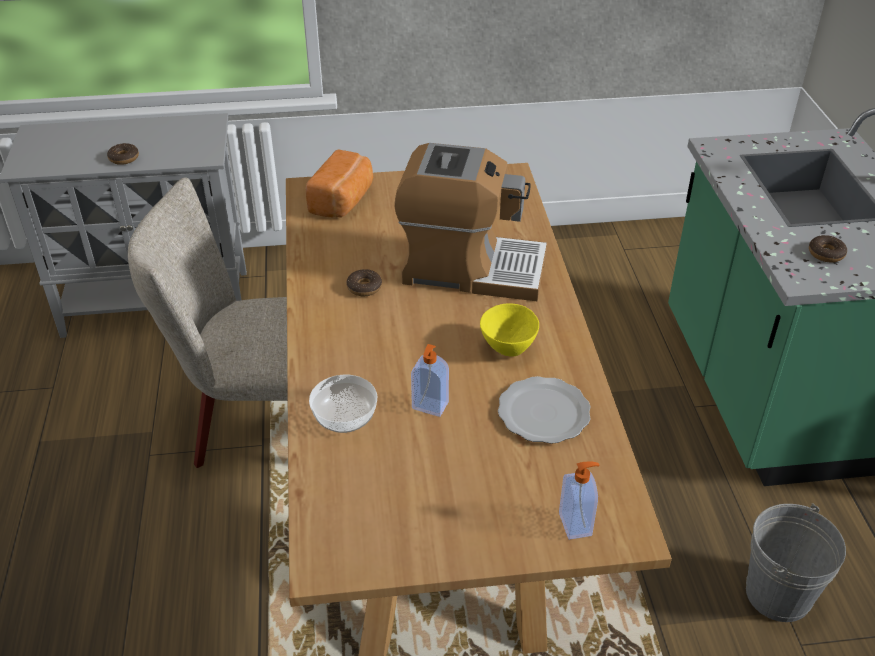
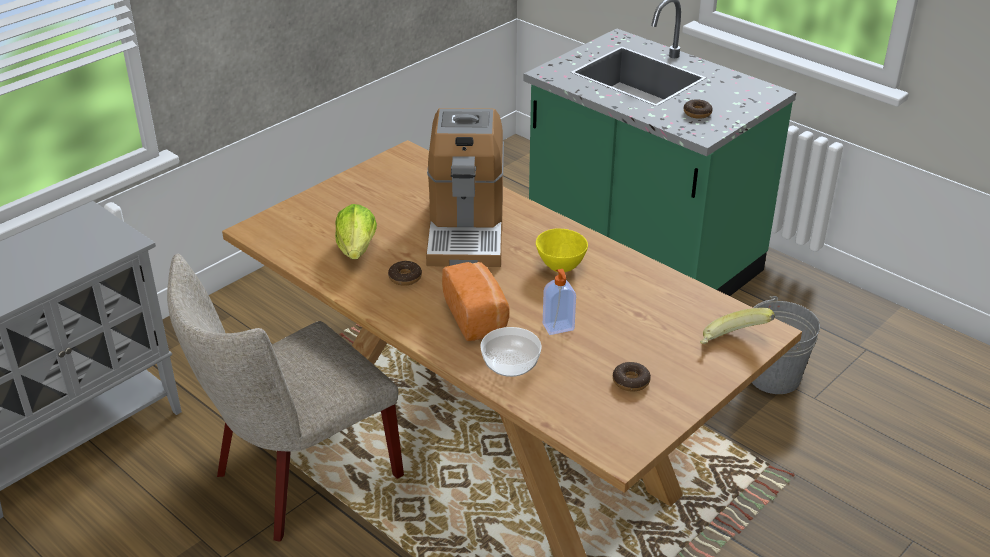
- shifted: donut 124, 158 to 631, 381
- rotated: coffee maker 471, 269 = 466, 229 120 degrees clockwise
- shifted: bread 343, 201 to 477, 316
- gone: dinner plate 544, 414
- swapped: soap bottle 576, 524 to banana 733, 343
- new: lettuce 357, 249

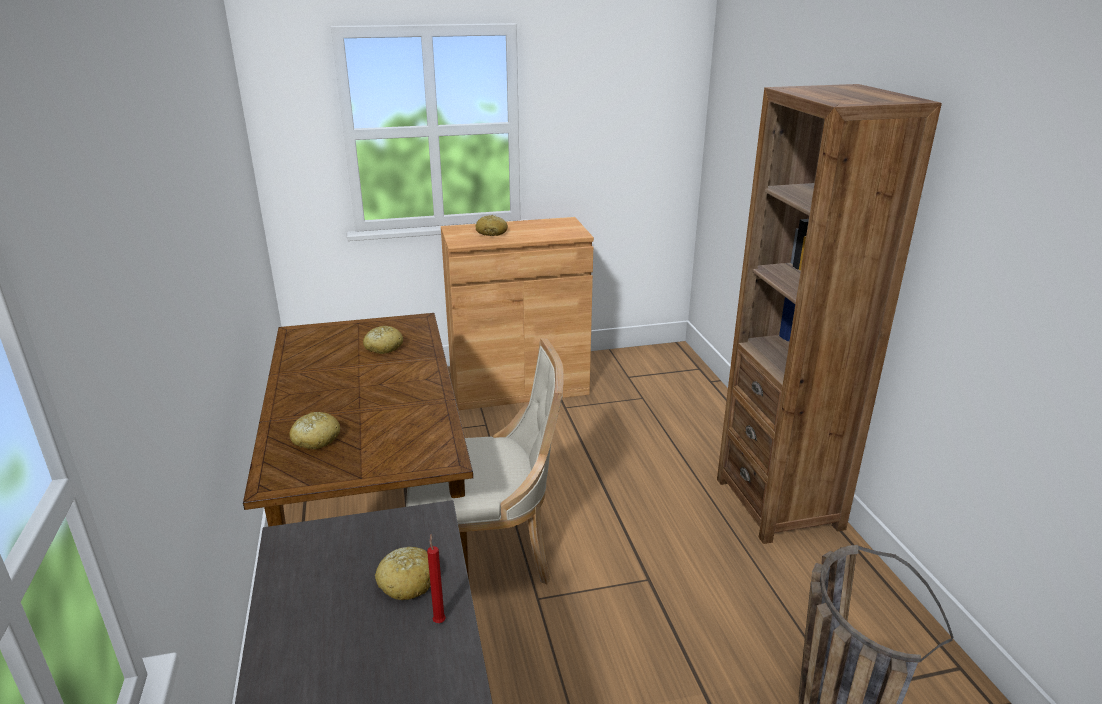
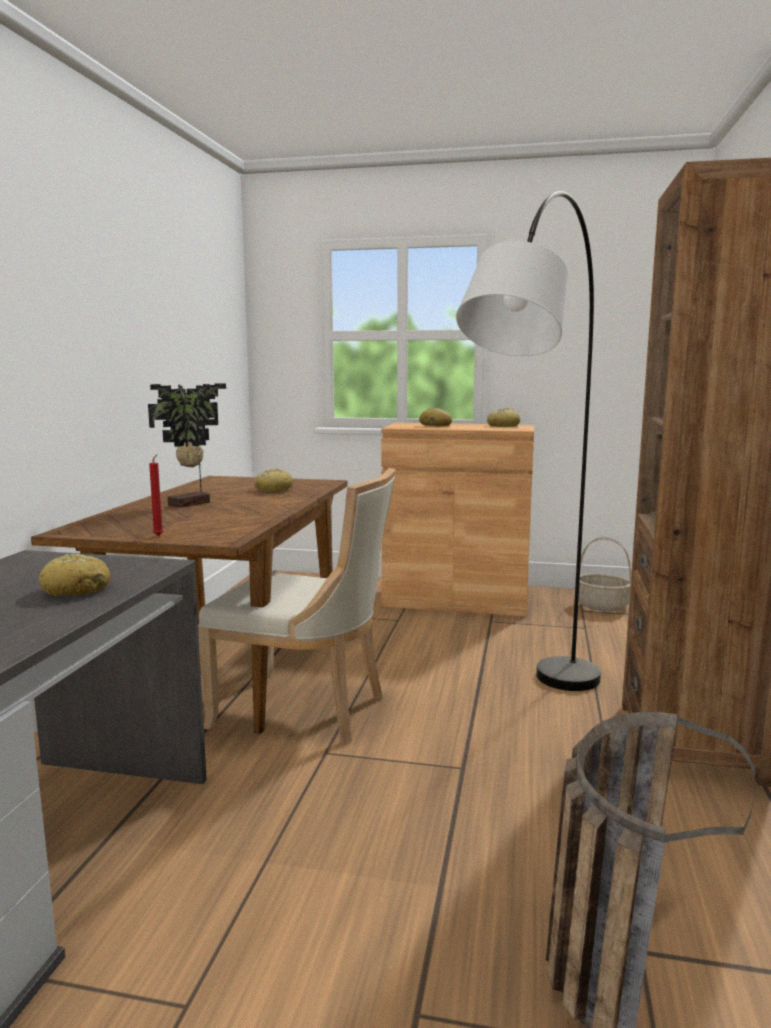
- shifted: bread 316, 439 to 503, 426
- shifted: reddish wax light 439, 620 to 159, 535
- new: greyish standing lamp 534, 729
- new: potted plant 191, 504
- new: storage basket 602, 606

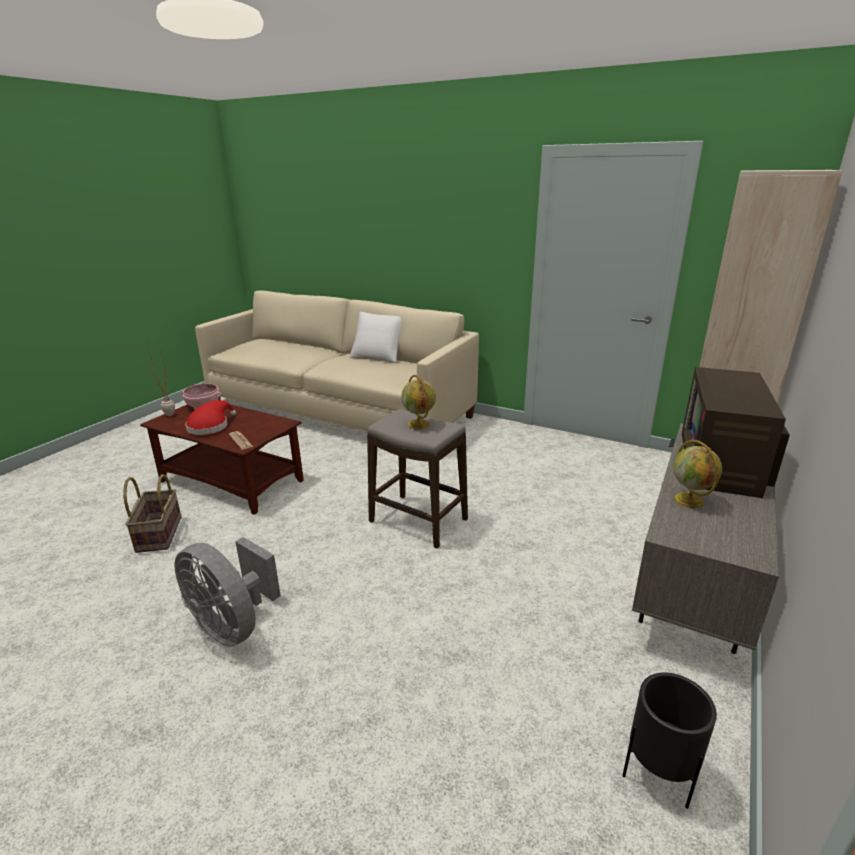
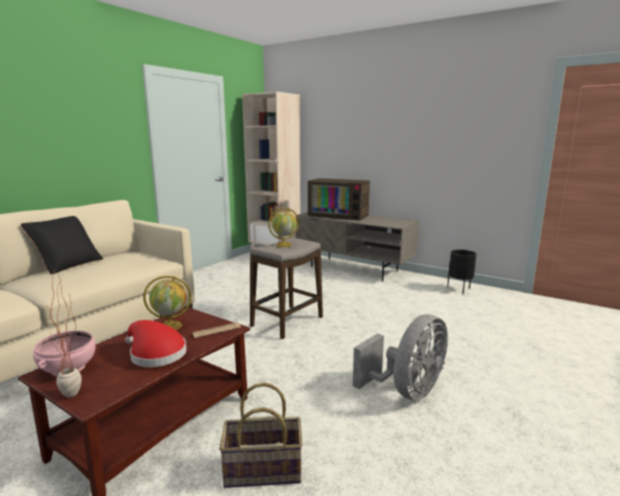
- repainted: whitish throw pillow 378, 356 to black throw pillow 67, 264
- shifted: globe 690, 501 to 171, 326

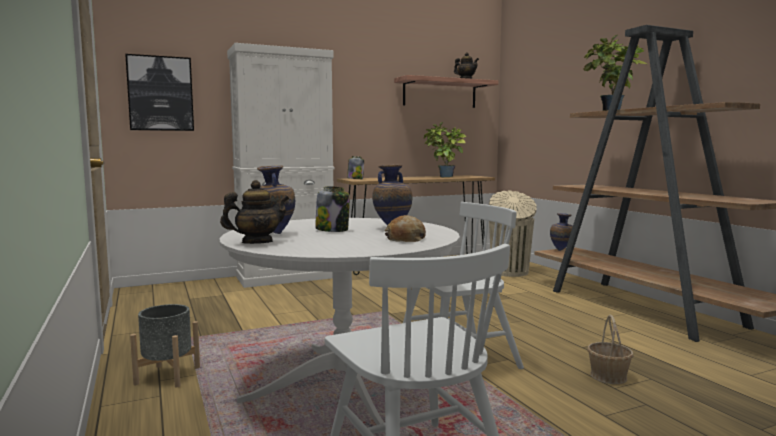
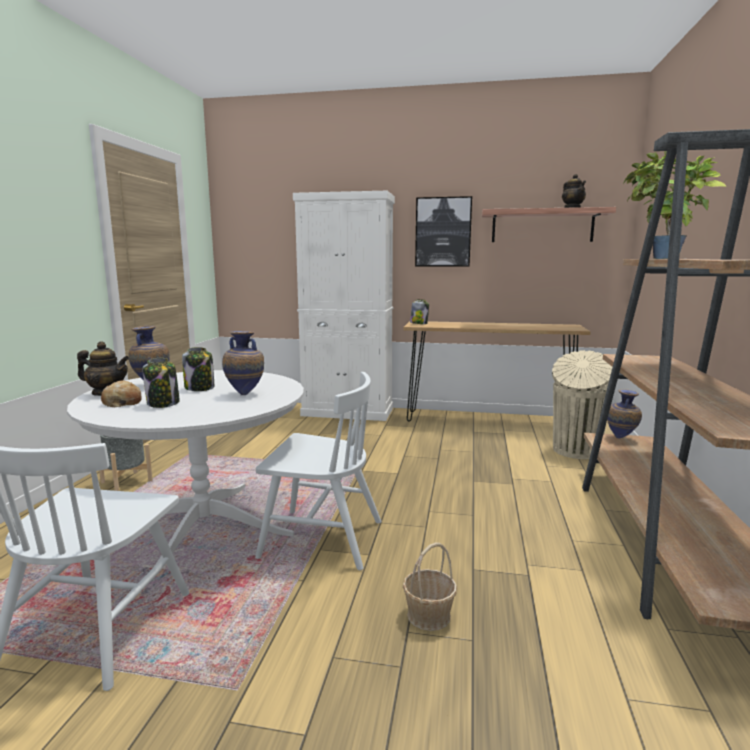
- shifted: wall art 160, 93 to 443, 232
- gone: potted plant 443, 177
- shifted: bread 405, 239 to 122, 402
- new: storage jar 163, 403

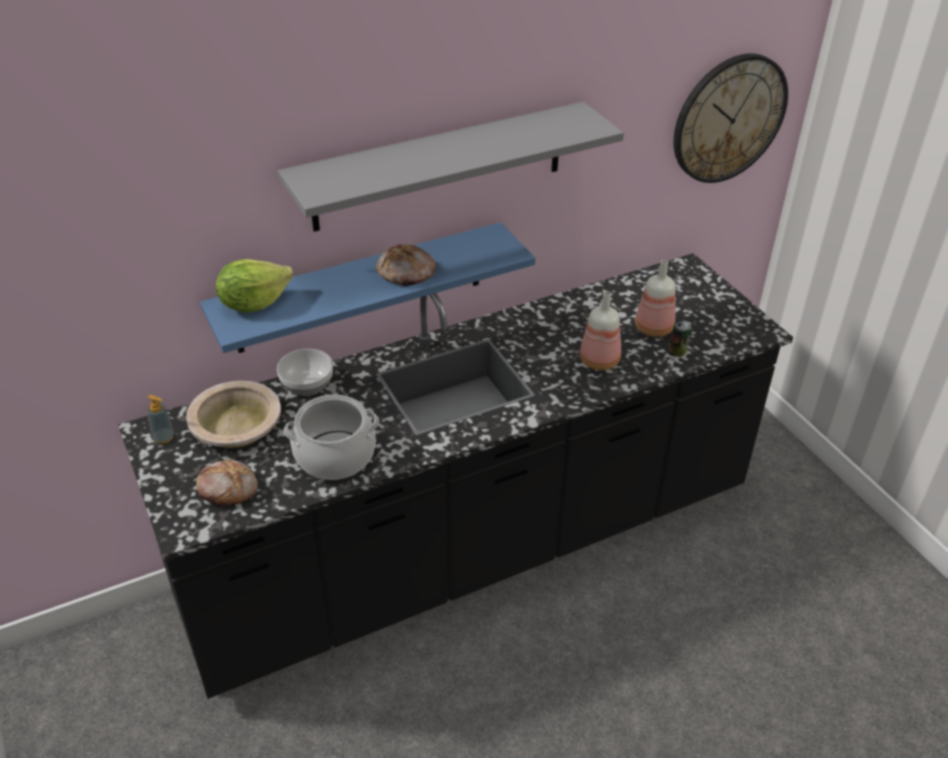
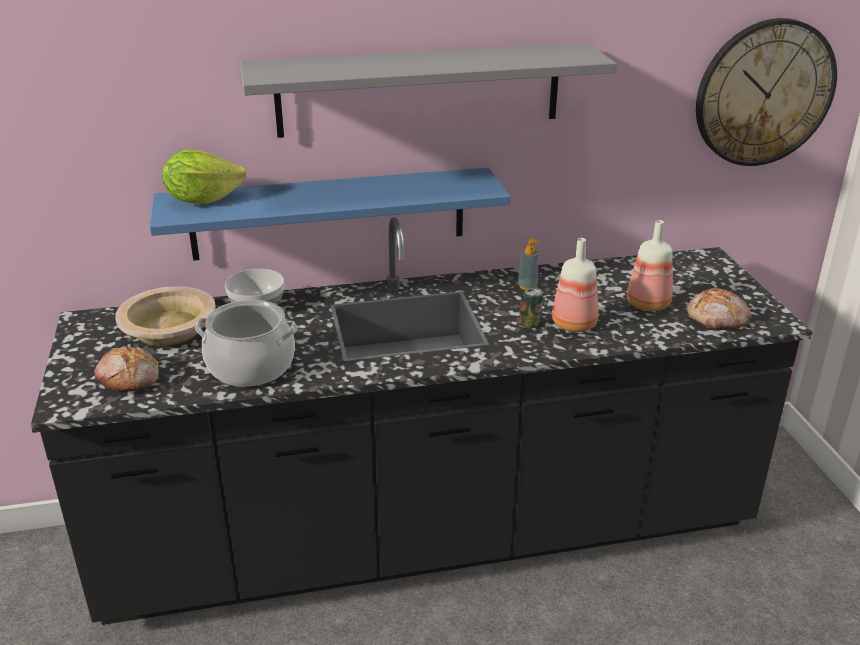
- shifted: bread 407, 273 to 718, 319
- shifted: sealed can 677, 352 to 529, 324
- shifted: soap bottle 164, 438 to 527, 286

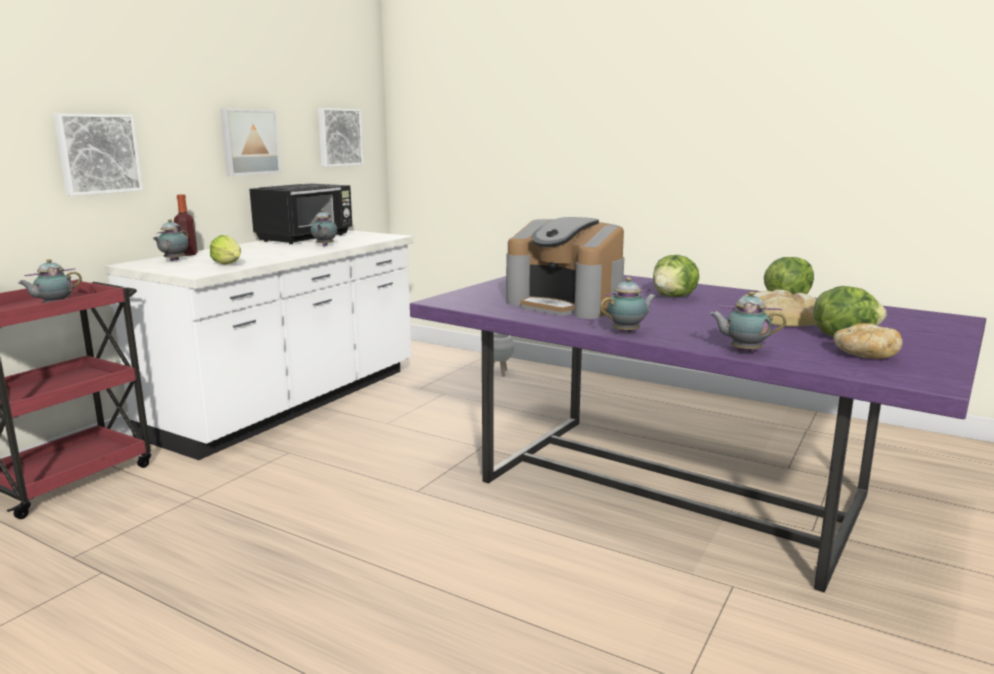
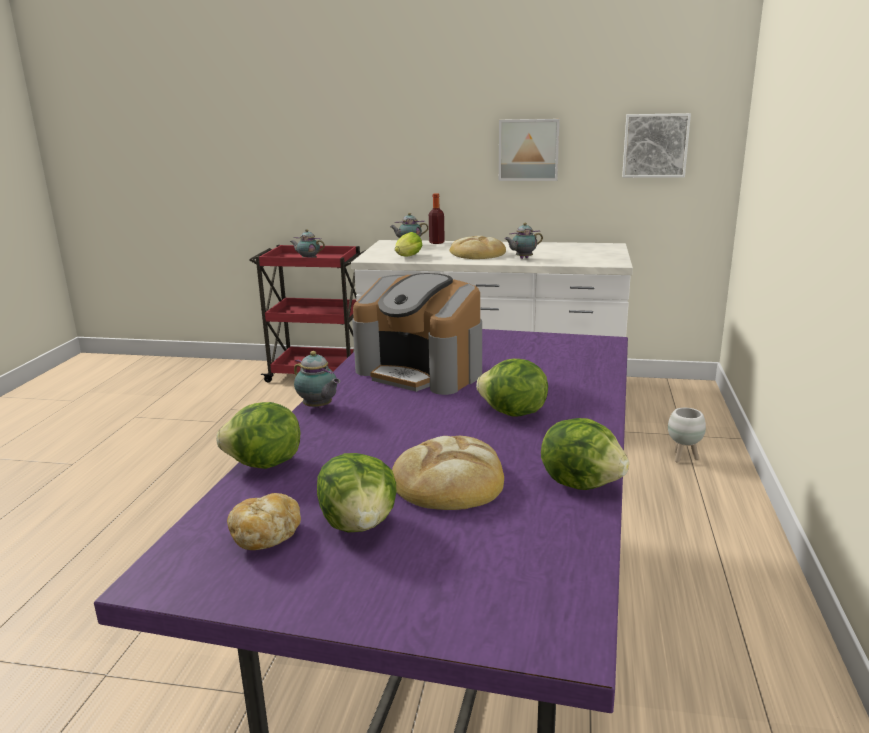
- gone: wall art 97, 154
- gone: black kitchen microwave 306, 238
- rotated: coffee maker 566, 304 = 422, 371 75 degrees counterclockwise
- swapped: teapot 743, 351 to lettuce 264, 465
- new: bread 477, 253

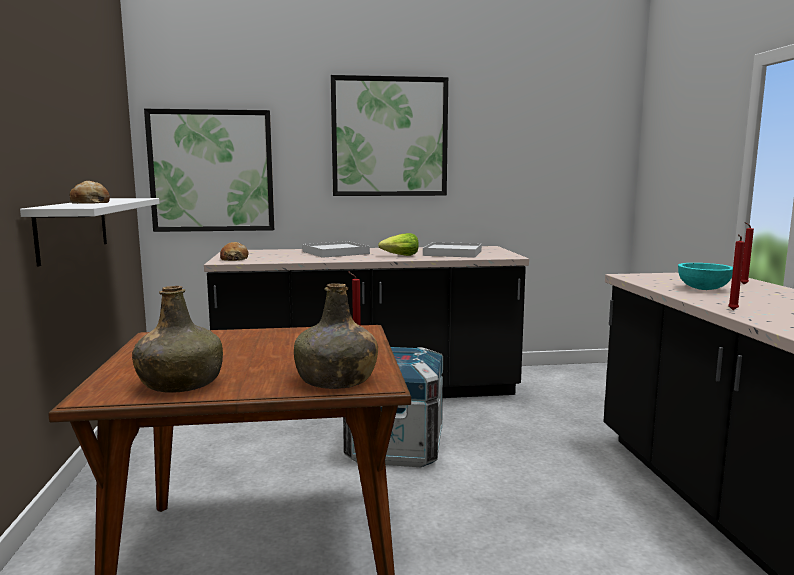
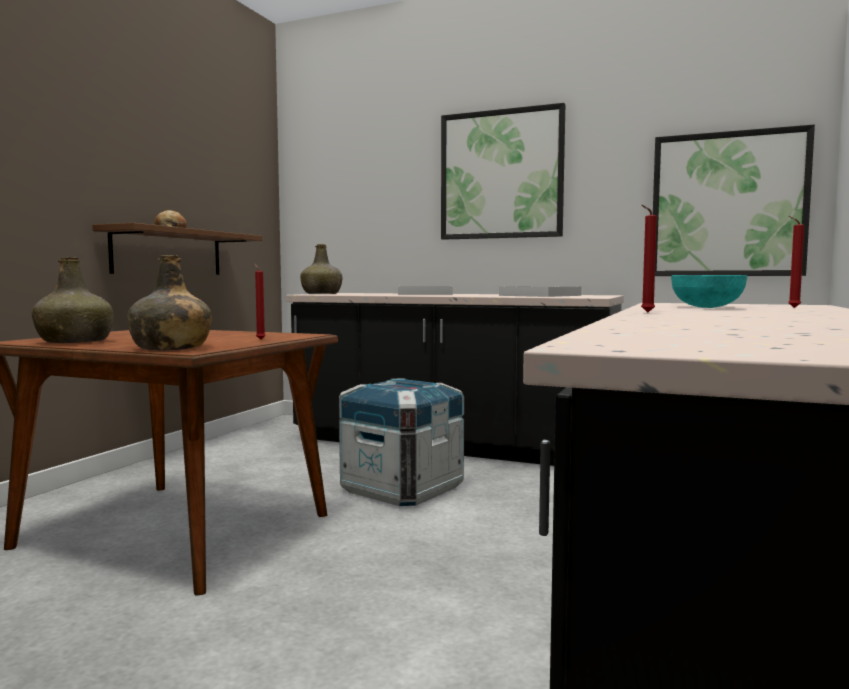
- shifted: wall art 212, 171 to 727, 205
- repainted: whitish shelf 73, 228 to brown shelf 168, 252
- gone: lettuce 400, 256
- swapped: bread 234, 259 to green beverage bottle 322, 294

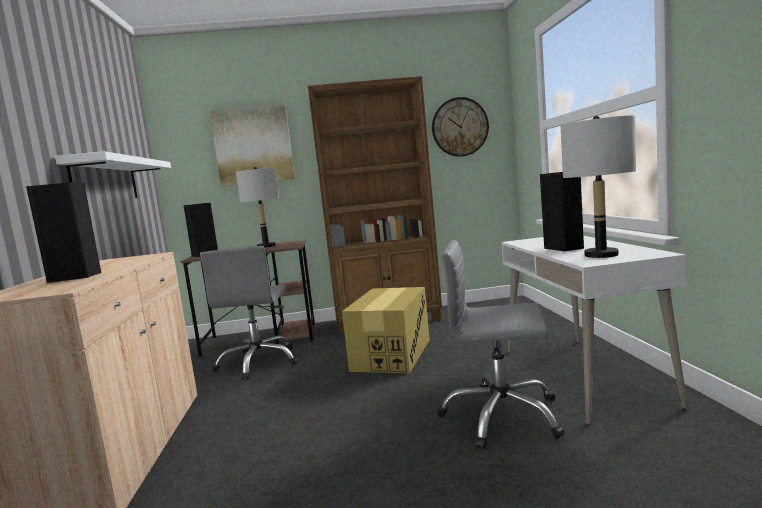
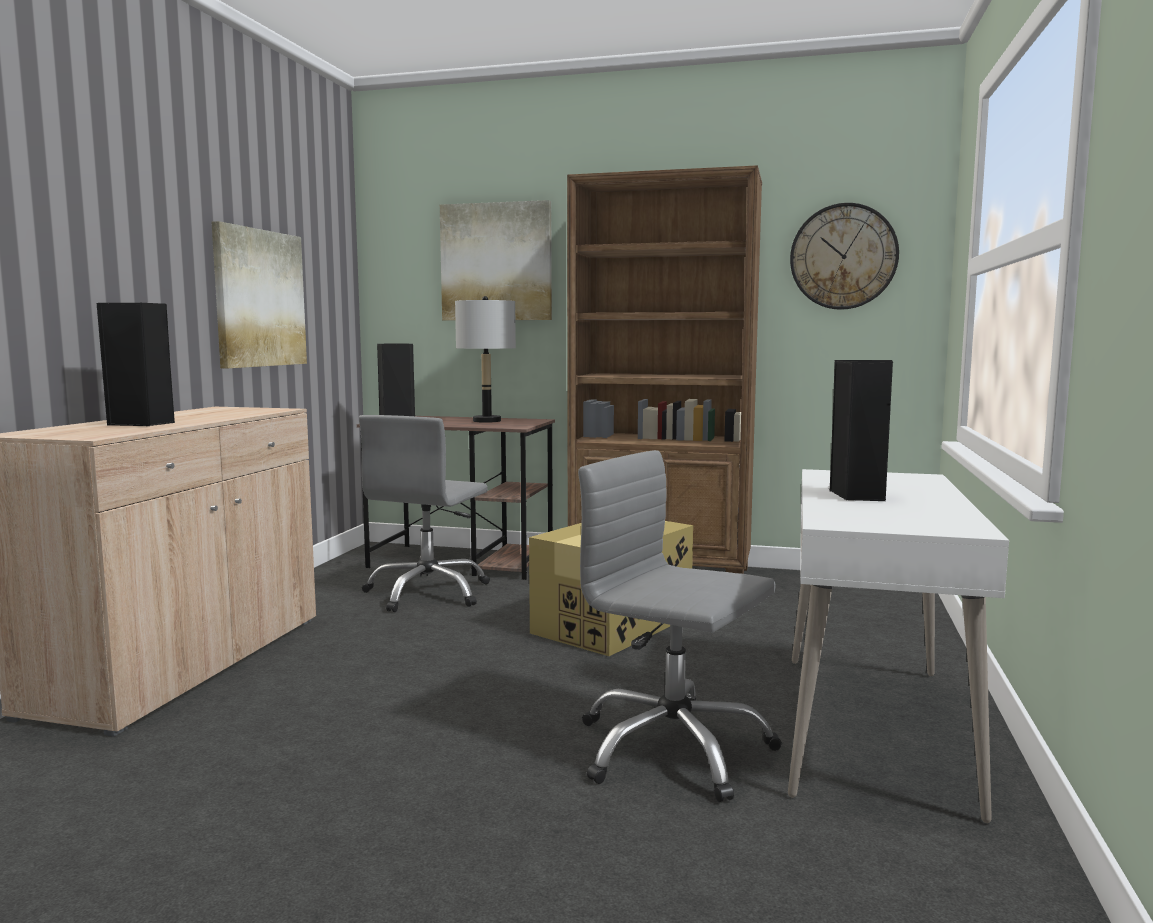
- gone: greyish tabletop lamp 600, 255
- swapped: whitish shelf 105, 180 to wall art 259, 298

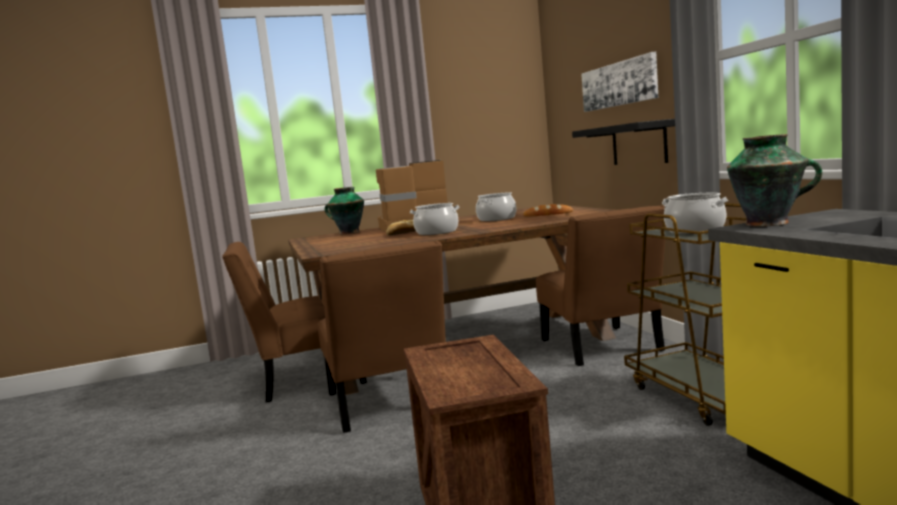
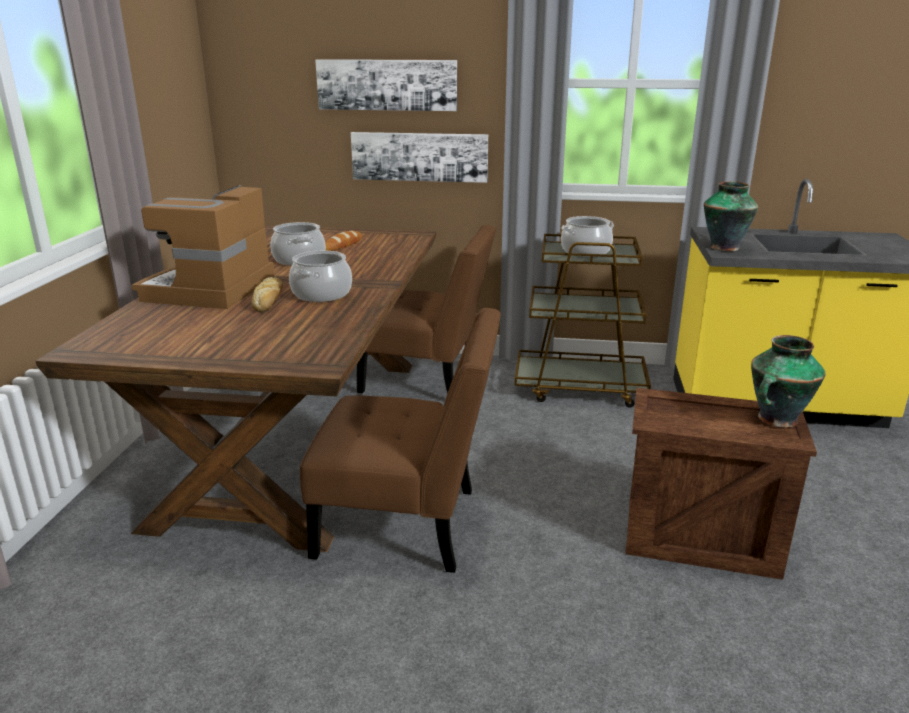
- swapped: black shelf 639, 144 to wall art 419, 156
- shifted: decorative vase 348, 233 to 776, 419
- gone: brown plain chair 305, 379

